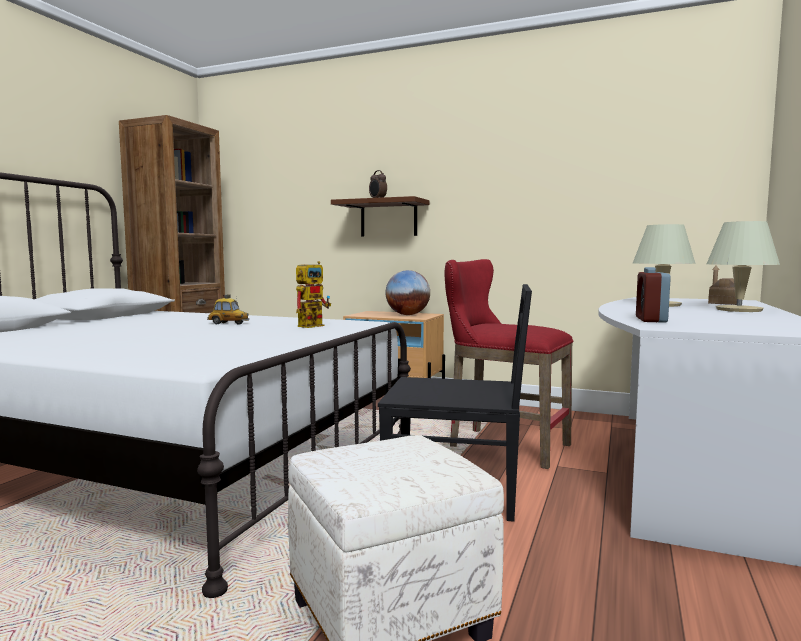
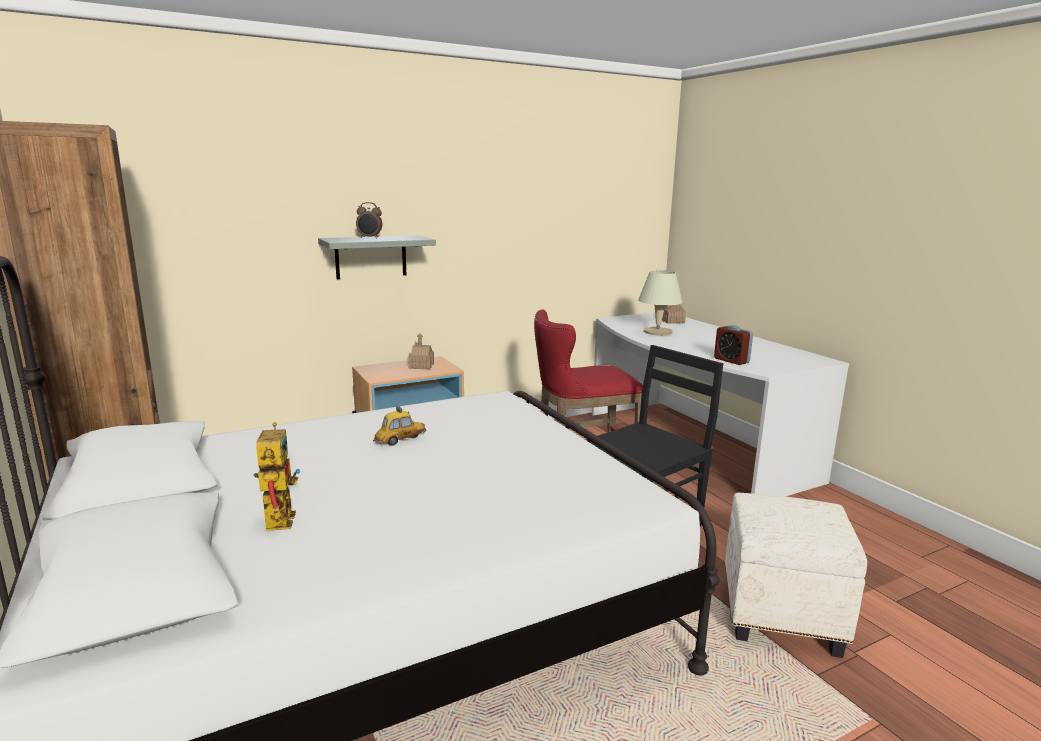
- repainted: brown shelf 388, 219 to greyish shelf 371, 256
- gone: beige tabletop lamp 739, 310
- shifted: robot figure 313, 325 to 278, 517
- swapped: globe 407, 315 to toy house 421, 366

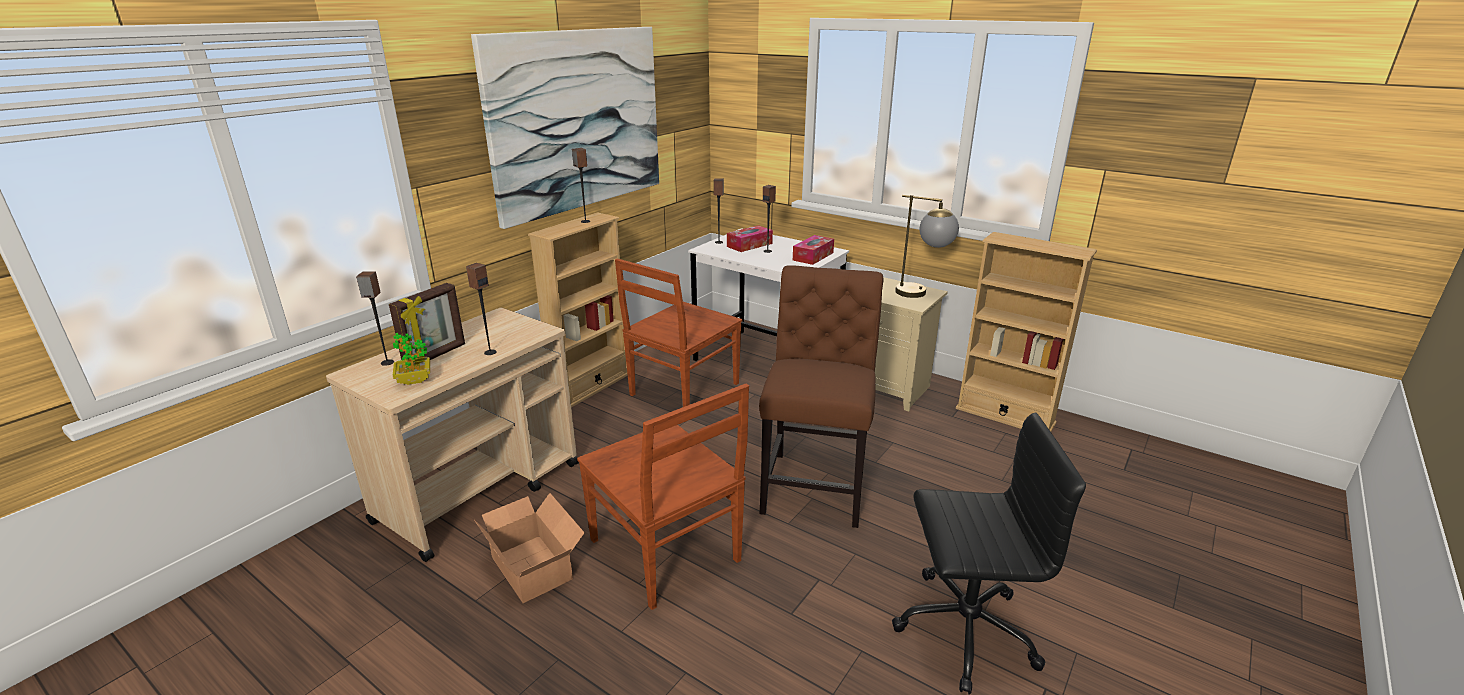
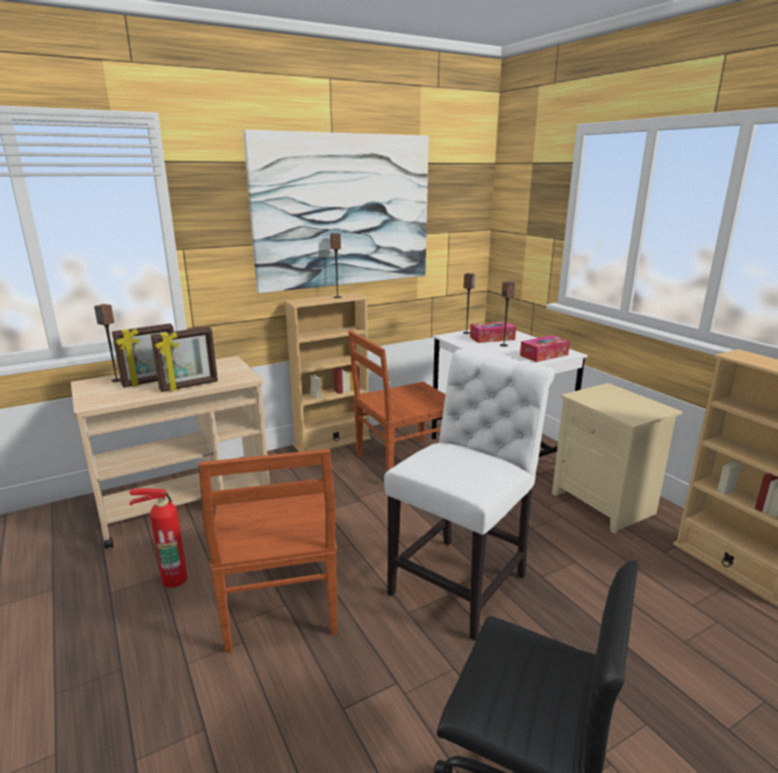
- gone: tabletop lamp 921, 294
- swapped: audio speaker 490, 352 to standing frame 189, 386
- repainted: brown plain chair 815, 484 to whitish plain chair 463, 581
- gone: potted plant 414, 380
- swapped: packing box 534, 565 to fire extinguisher 173, 578

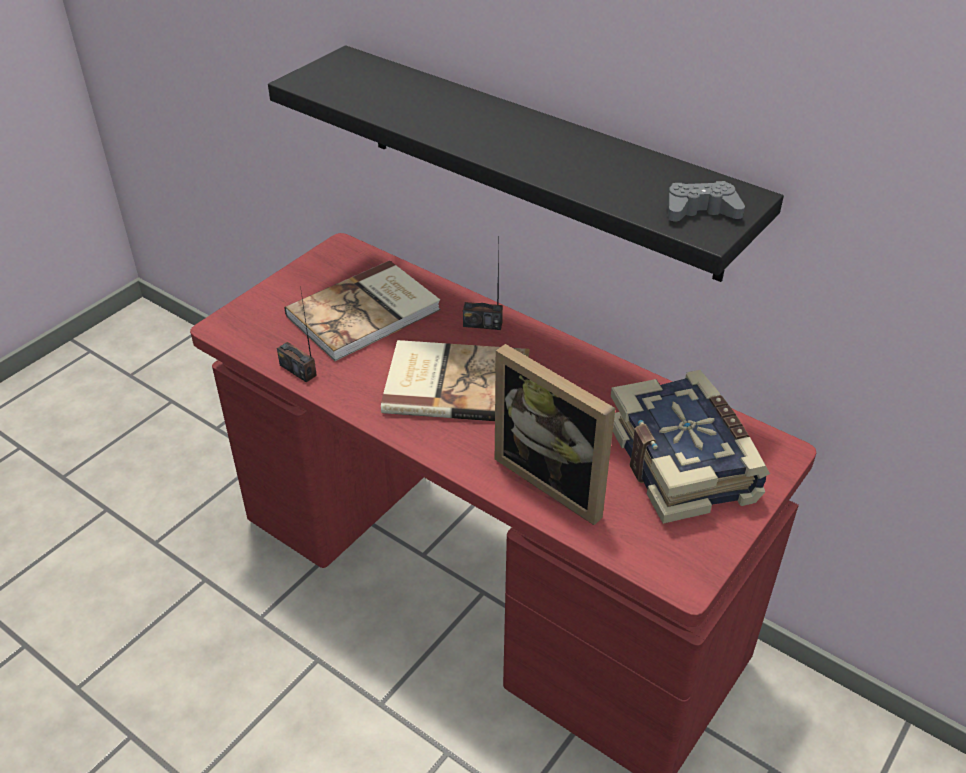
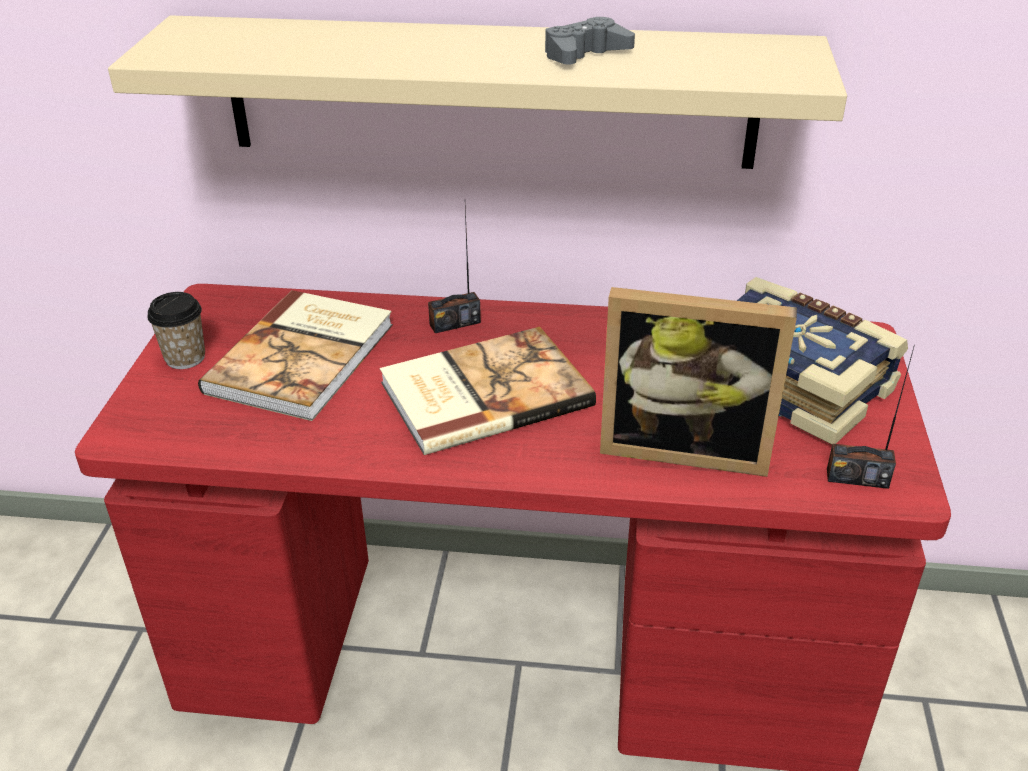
- repainted: black shelf 537, 160 to beige shelf 489, 92
- shifted: greyish gamepad 700, 211 to 585, 54
- shifted: radio 298, 370 to 857, 478
- new: cup 185, 358

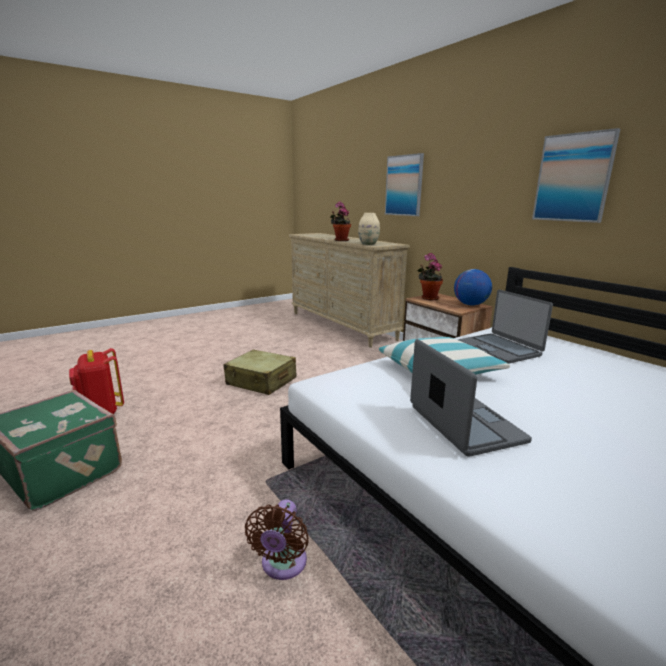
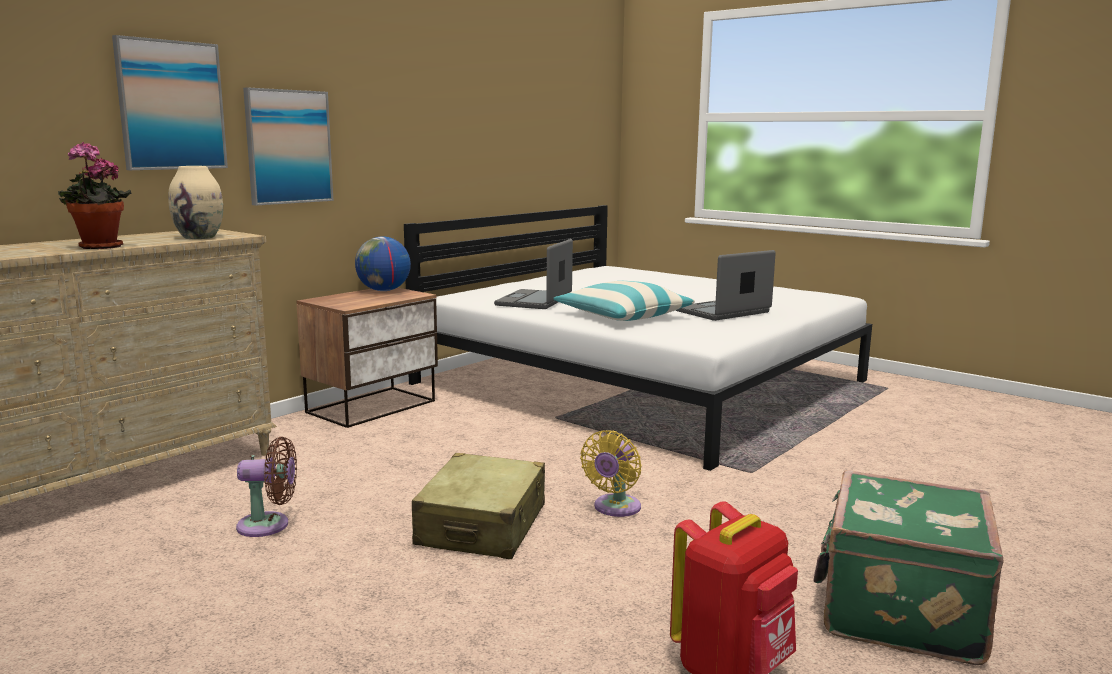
- shifted: wall art 573, 178 to 288, 147
- gone: potted plant 428, 298
- rotated: portable computer 499, 349 = 535, 301 150 degrees clockwise
- shifted: brown cooling fan 282, 565 to 269, 525
- new: yellow-coloured cooling fan 615, 508

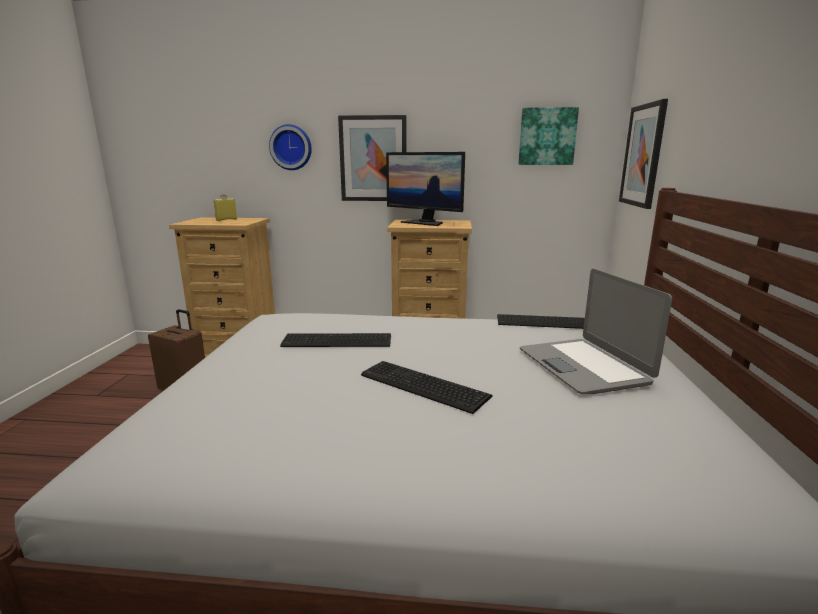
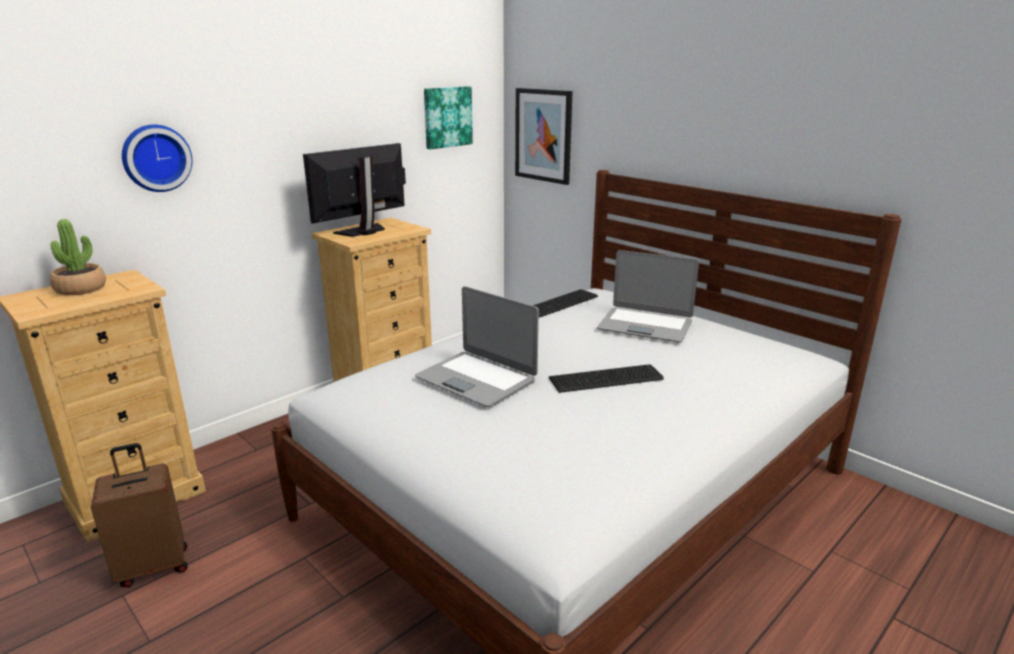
- gone: wall art 373, 159
- rotated: computer screen 424, 223 = 363, 231 150 degrees clockwise
- swapped: yellow-coloured beverage bottle 226, 219 to potted plant 81, 289
- swapped: computer keyboard 338, 341 to portable computer 476, 379

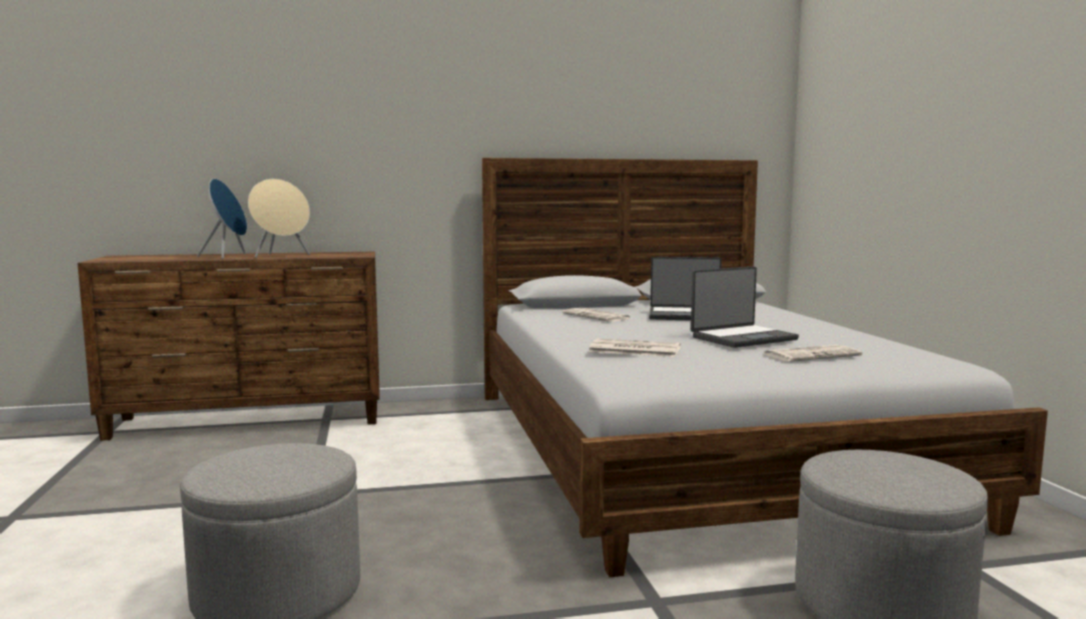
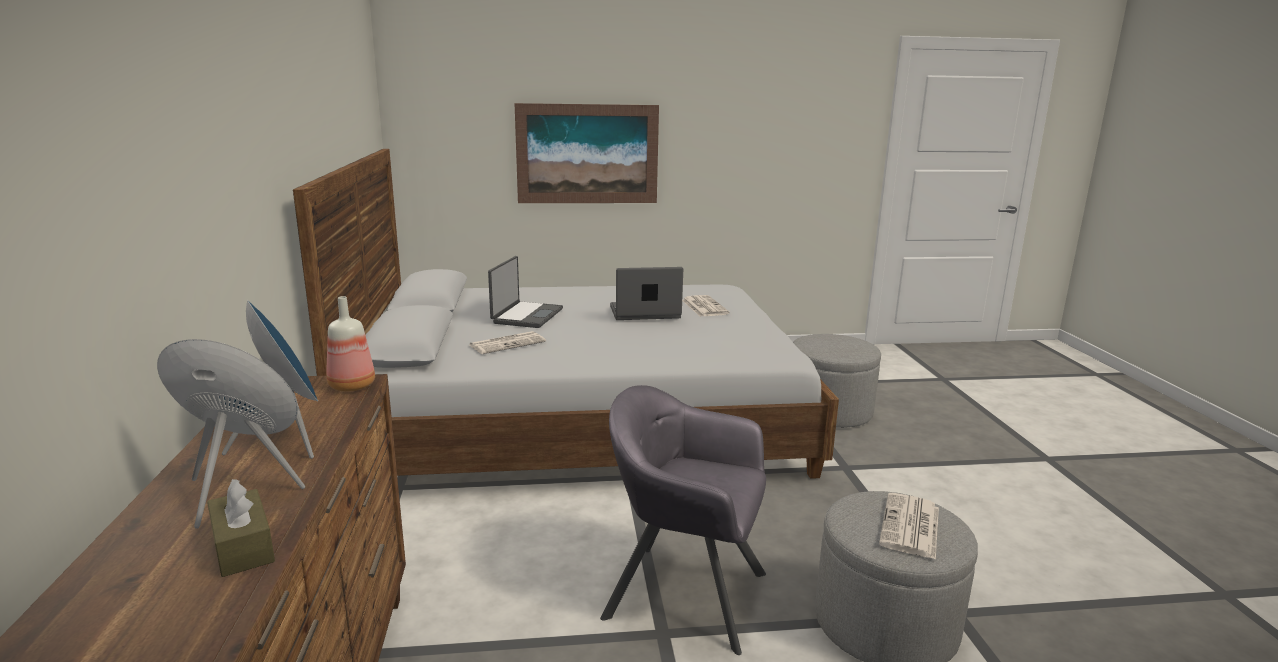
- repainted: beige audio speaker 281, 256 to blue audio speaker 288, 440
- rotated: portable computer 742, 338 = 645, 313 75 degrees counterclockwise
- shifted: newspaper 633, 350 to 910, 527
- new: wall art 587, 154
- new: beverage bottle 350, 386
- new: greyish lounge chair 685, 593
- new: brown box of tissues 243, 547

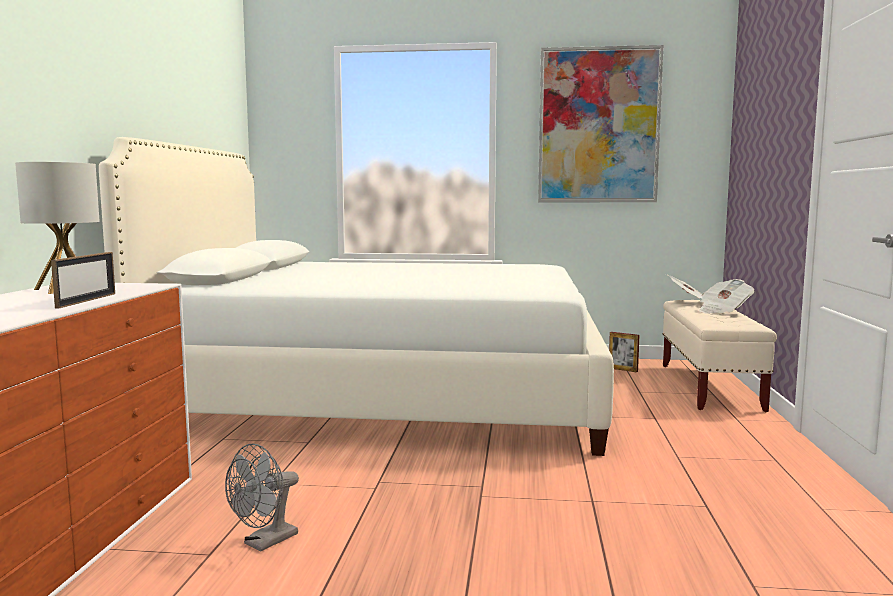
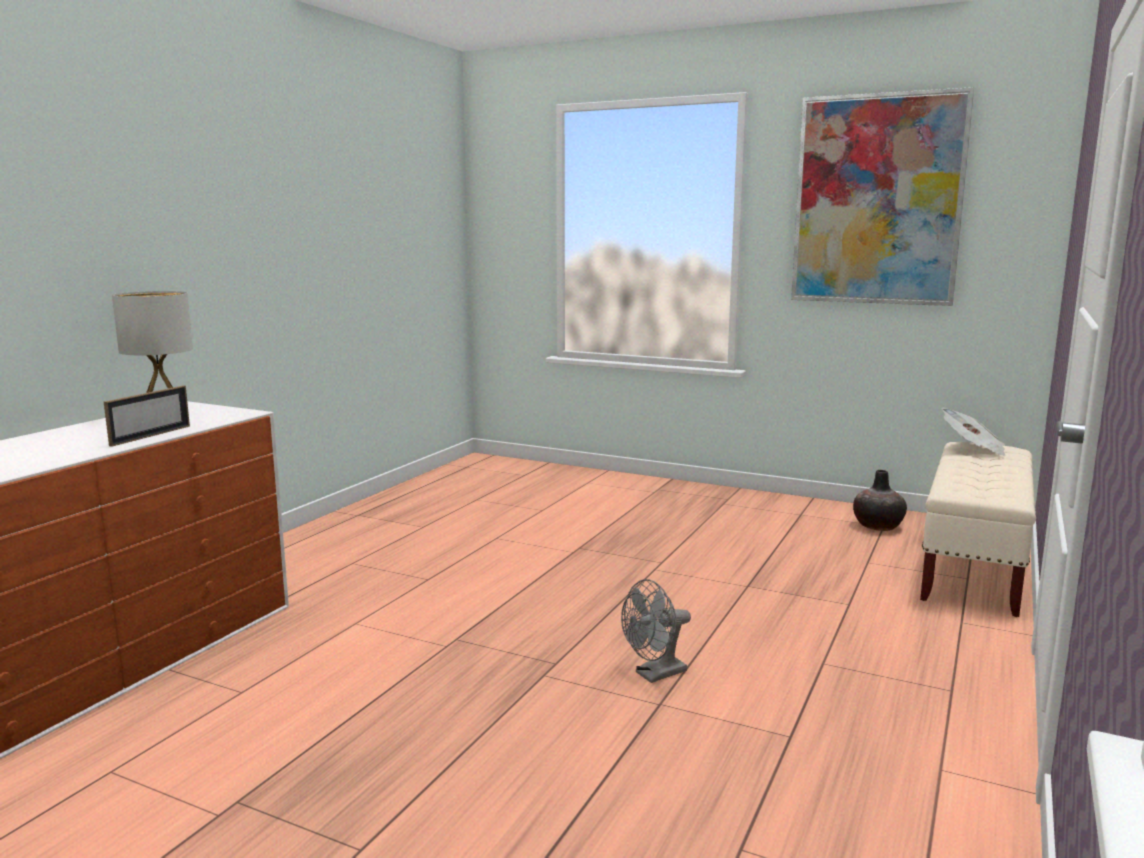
- gone: whitish bed 386, 397
- gone: newspaper 722, 311
- swapped: standing frame 623, 369 to decorative vase 878, 526
- shifted: greyish cooling fan 265, 543 to 655, 675

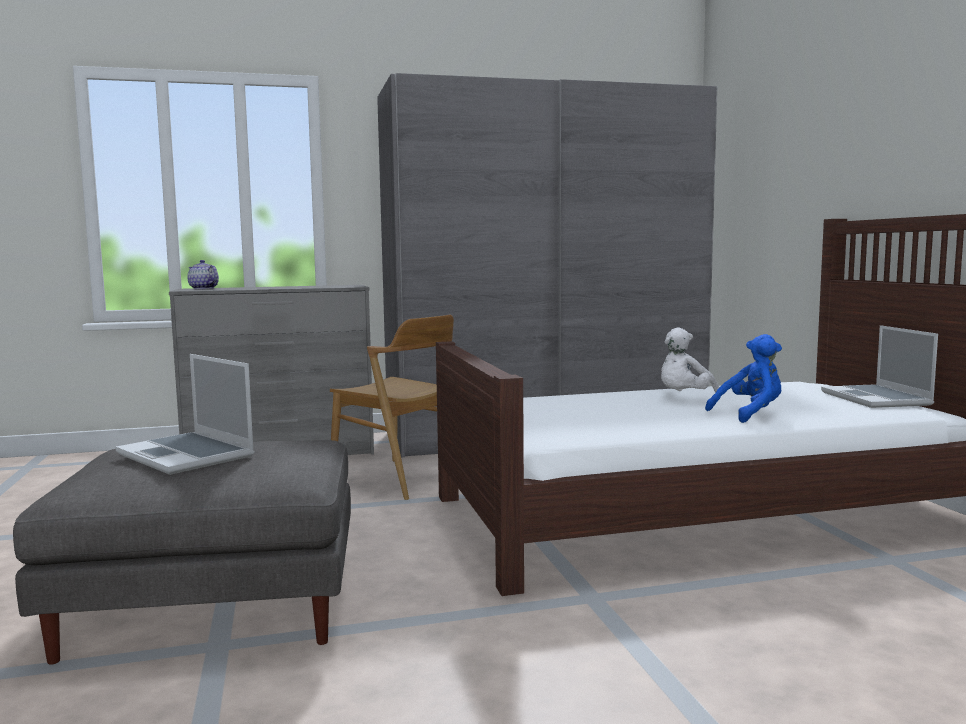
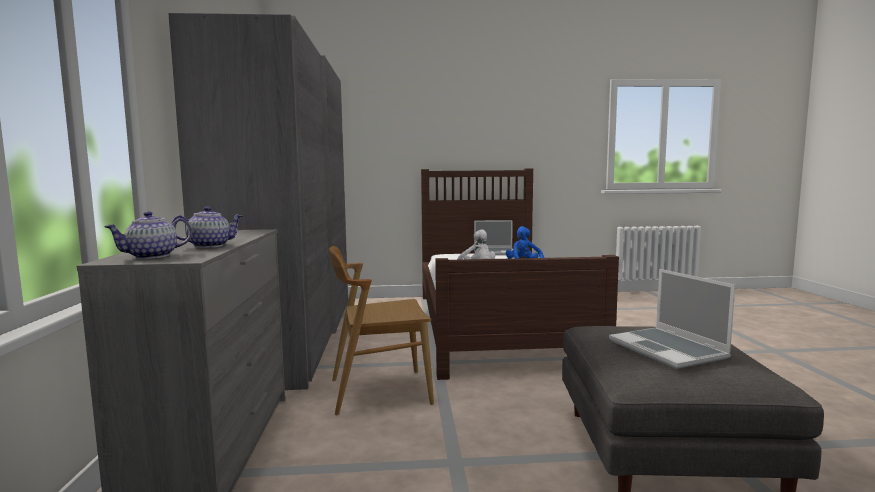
- rotated: brown plain chair 399, 479 = 379, 391 150 degrees counterclockwise
- rotated: portable computer 188, 455 = 669, 350 105 degrees clockwise
- new: teapot 210, 245

